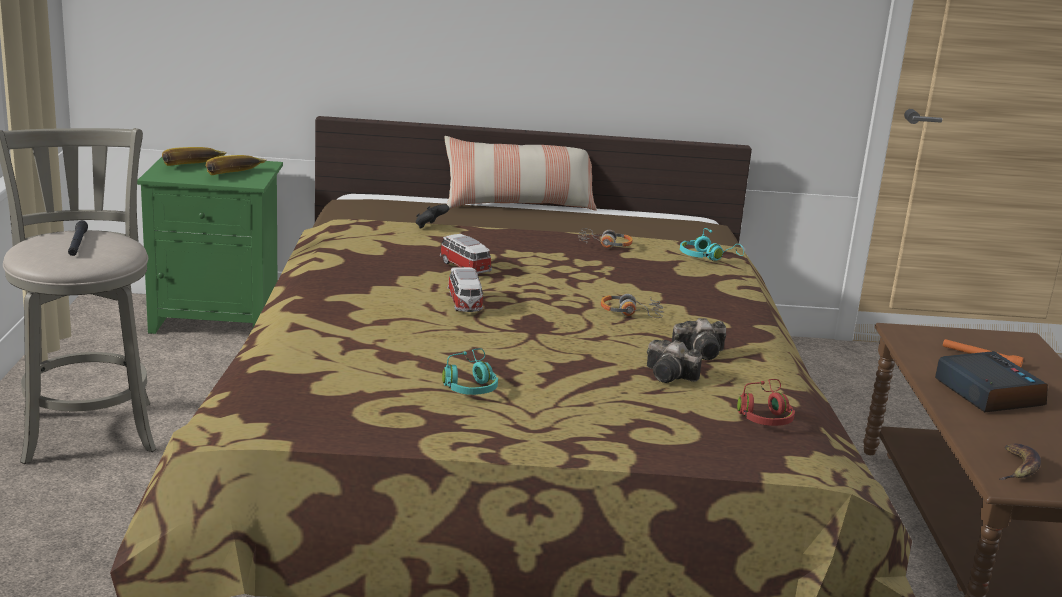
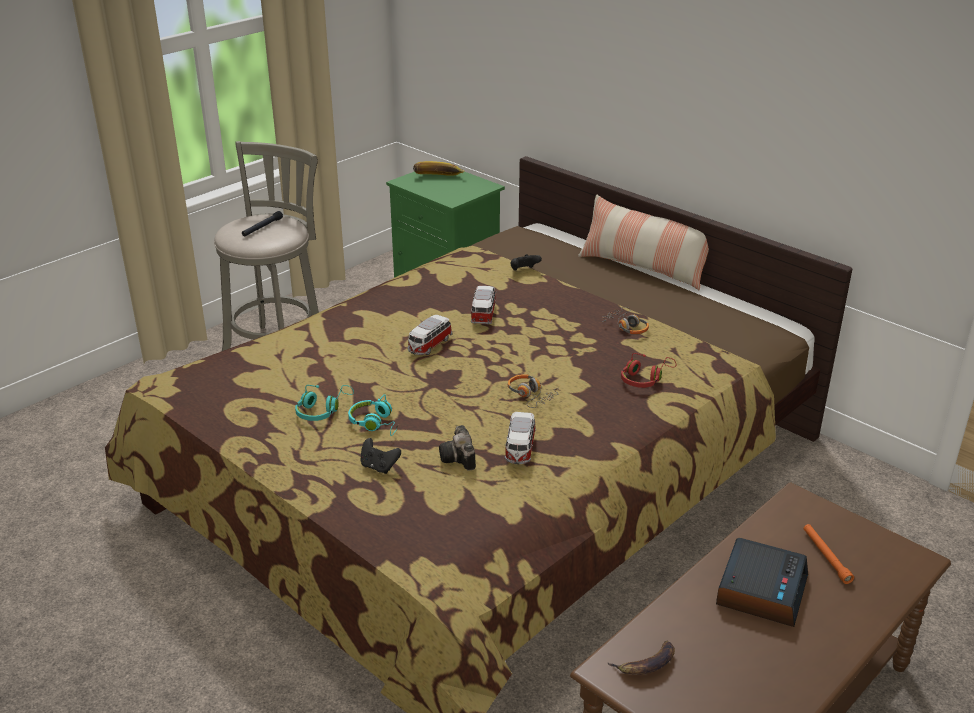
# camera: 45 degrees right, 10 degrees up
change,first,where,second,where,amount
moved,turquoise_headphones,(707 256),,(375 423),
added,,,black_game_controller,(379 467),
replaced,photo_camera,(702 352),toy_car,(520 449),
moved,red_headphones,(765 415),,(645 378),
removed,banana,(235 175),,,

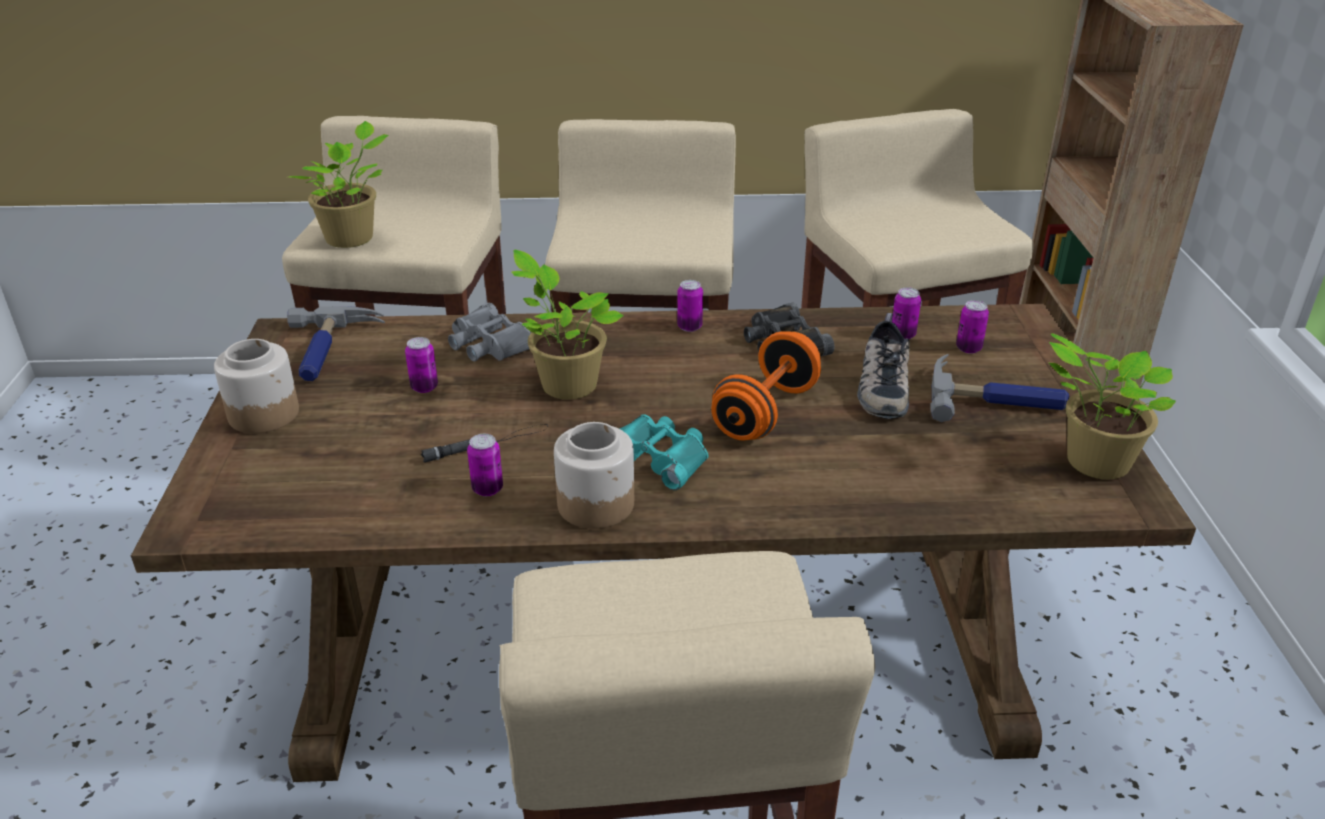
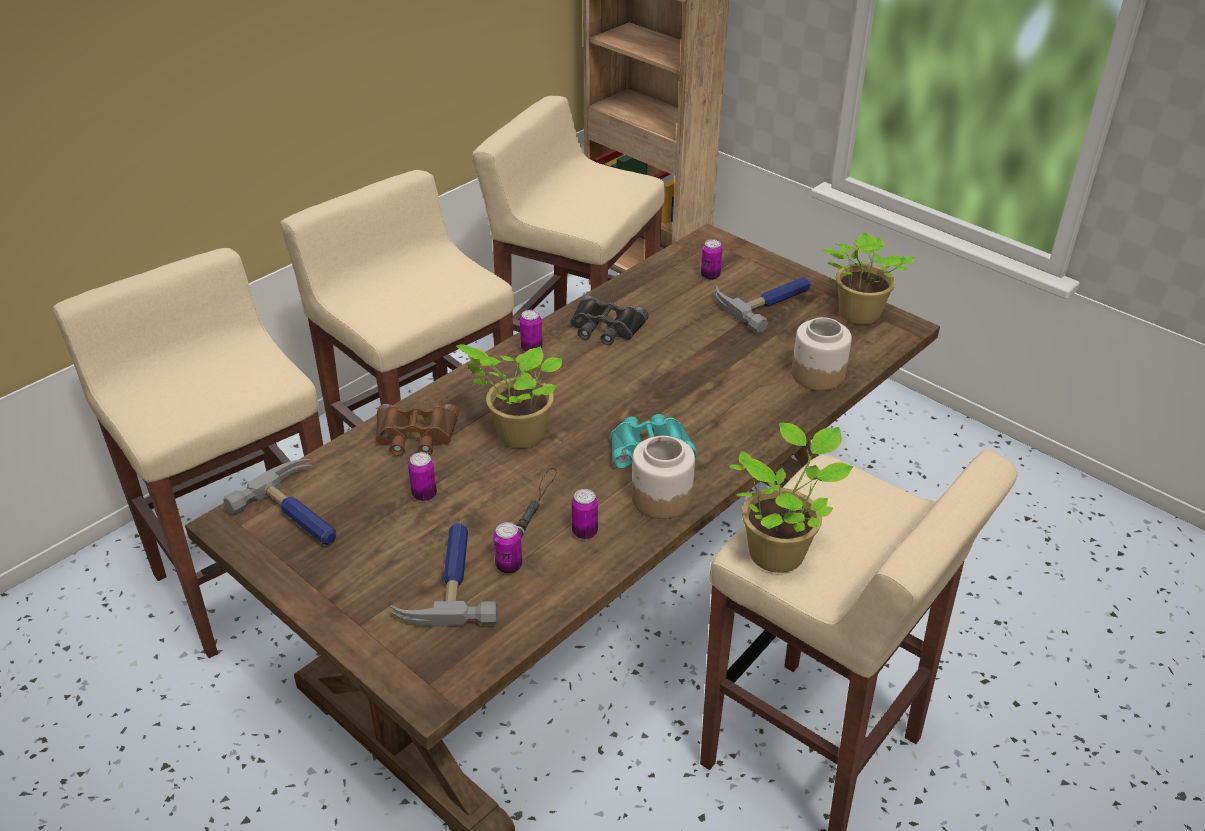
# camera: 45 degrees left, 5 degrees up
change,first,where,second,where,amount
recoloured,grey_binoculars,(490 343),brown_binoculars,(415 436),
added,,,hammer,(449 580),
moved,can,(903 335),,(509 566),
moved,potted_plant,(353 238),,(779 551),
moved,jar,(264 414),,(817 374),
removed,orange_dumbbell,(765 412),,,
removed,shoe,(881 385),,,

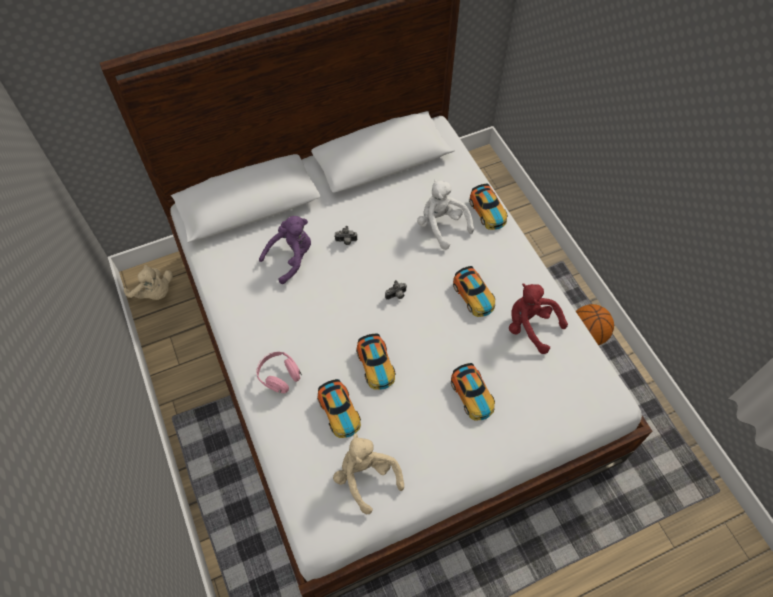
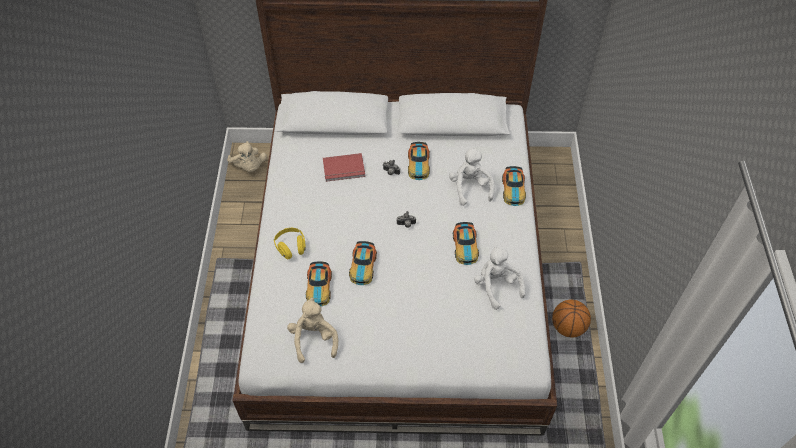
# camera: 25 degrees right, 5 degrees down
change,first,where,second,where,amount
recoloured,pink_headphones,(279 376),yellow_headphones,(291 247),
replaced,purple_plush_toy,(291 258),red_book,(344 169),
moved,toy_car,(472 395),,(418 165),
recoloured,red_plush_toy,(530 326),white_plush_toy,(496 286),

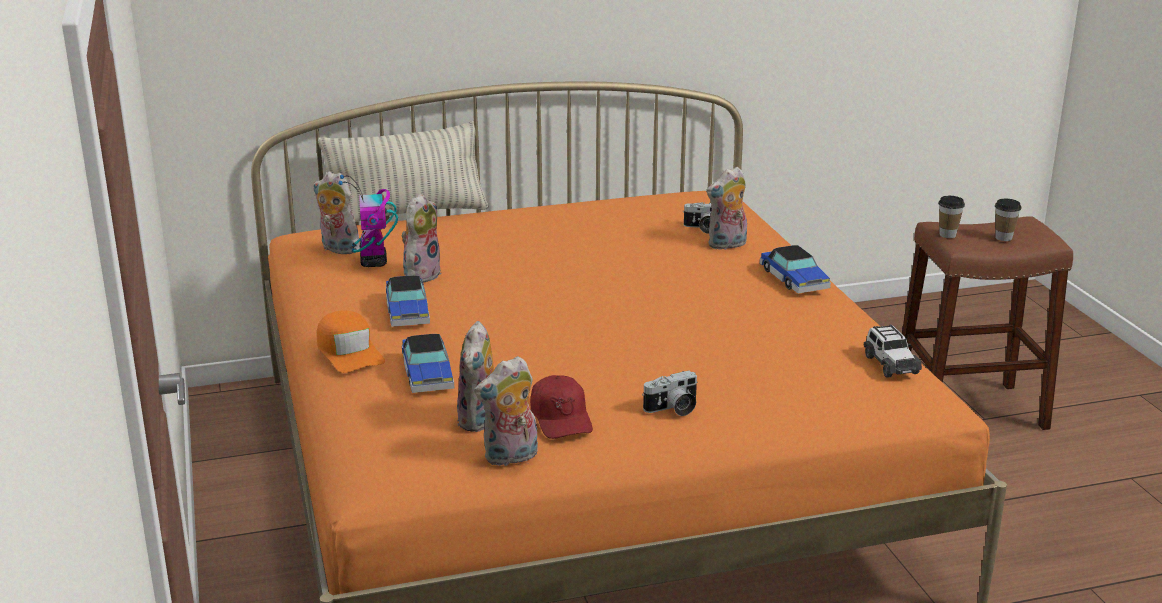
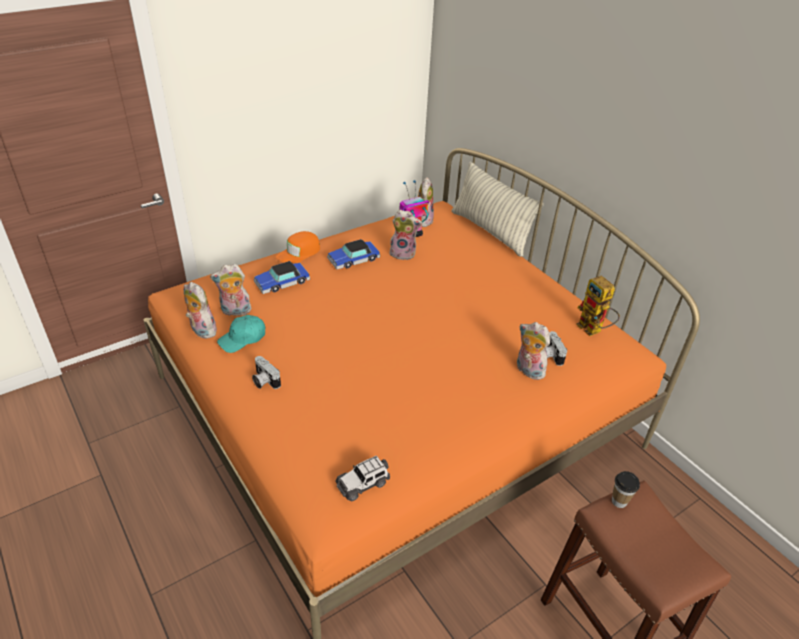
# camera: 70 degrees right, 15 degrees up
change,first,where,second,where,amount
recoloured,red_cap,(561 418),turquoise_cap,(242 339),
added,,,toy_robot,(594 330),
removed,toy_car,(793 279),,,
removed,cup,(1003 238),,,

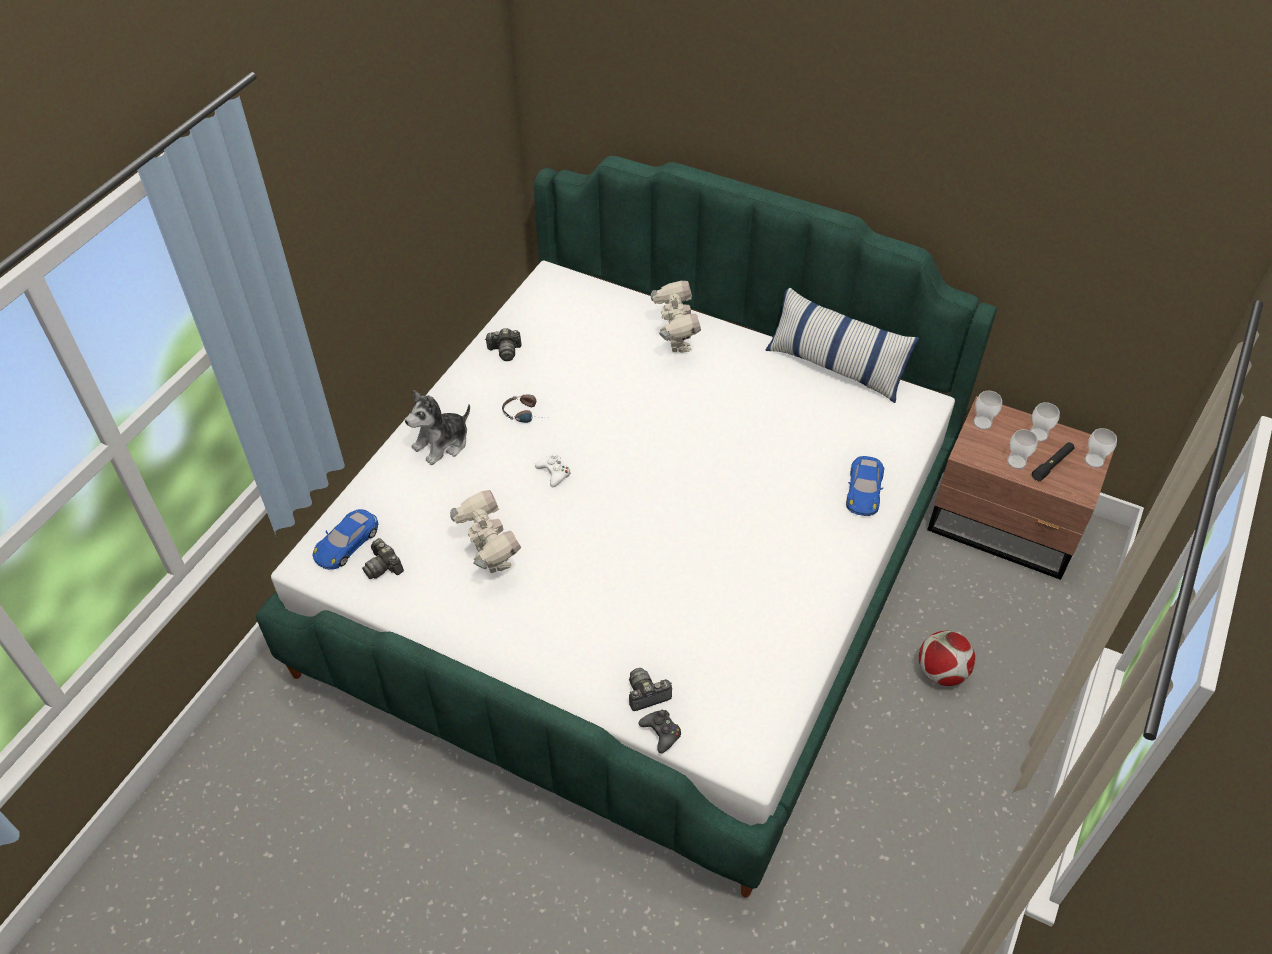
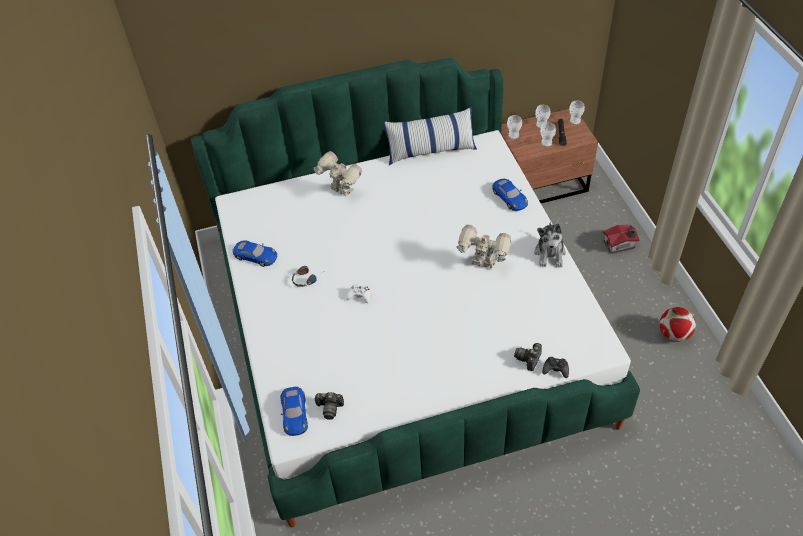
# camera: 40 degrees left, 0 degrees up
change,first,where,second,where,amount
replaced,photo_camera,(505 351),blue_toy_car,(255 256),
moved,toy_robot,(490 560),,(483 264),
moved,plush_toy,(442 443),,(550 253),
added,,,toy_house,(620 245),
moved,football,(941 672),,(674 334),

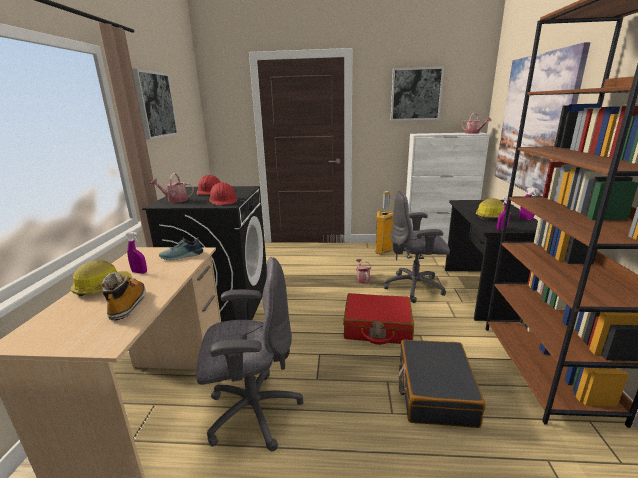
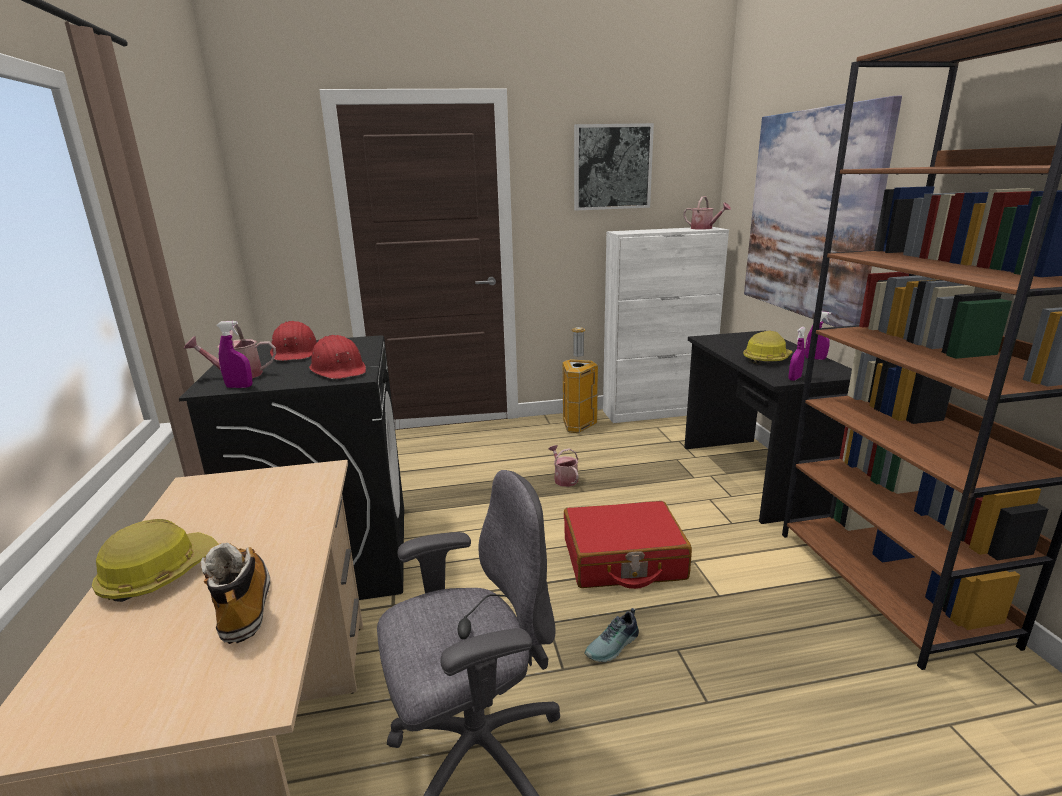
# camera: 15 degrees left, 0 degrees up
change,first,where,second,where,amount
moved,purple_spray_bottle,(139 272),,(239 387),
moved,shoe,(182 256),,(614 646),
removed,picture,(155 105),,,
removed,grey_office_chair,(415 287),,,
removed,black_suitcase,(434 391),,,

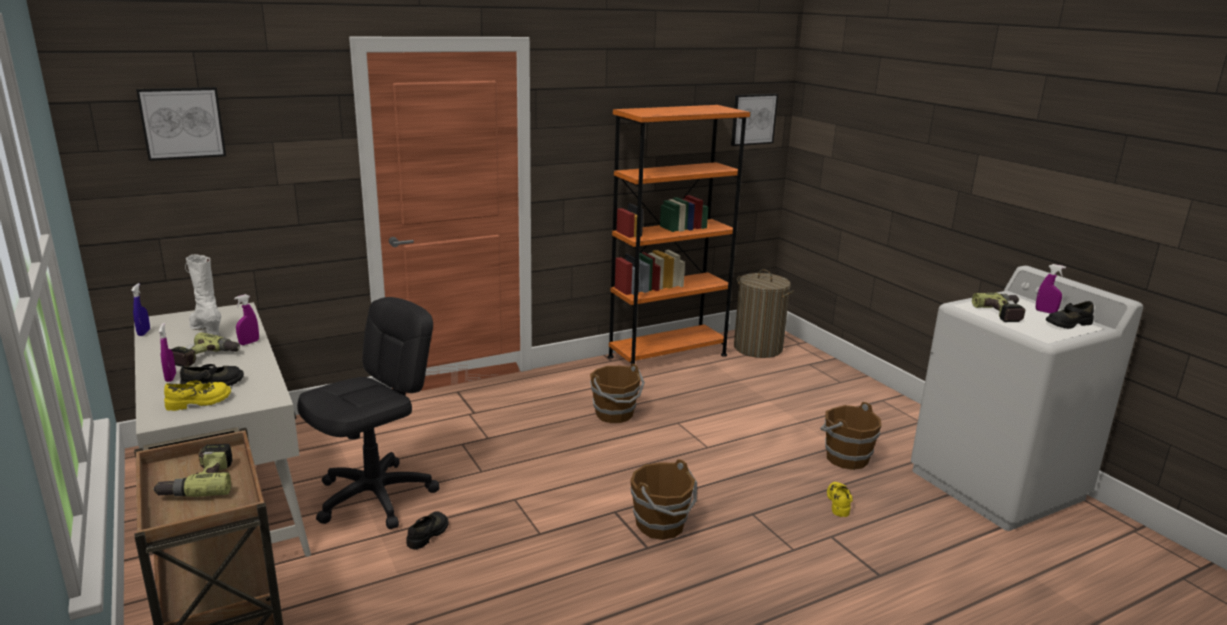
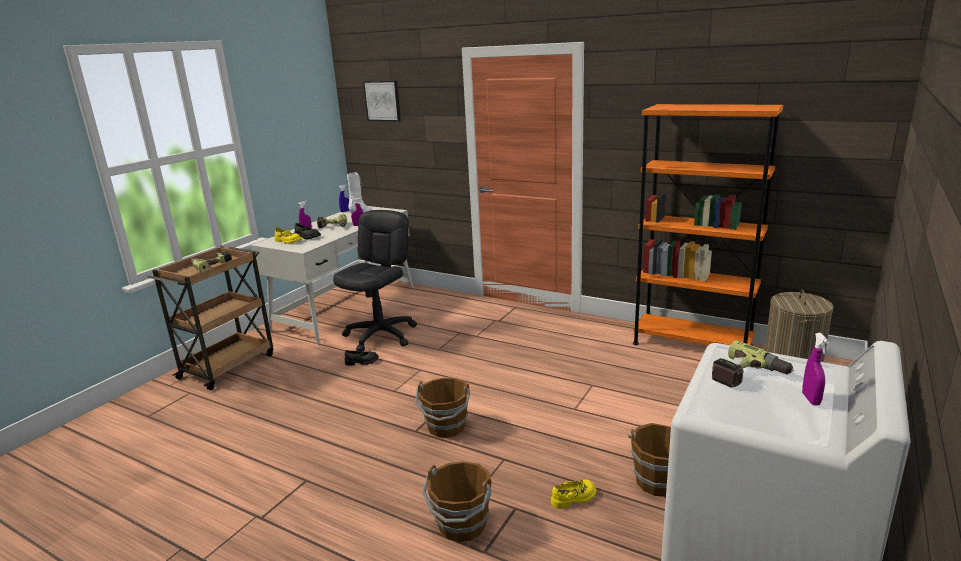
# camera: 60 degrees right, 0 degrees up
change,first,where,second,where,amount
turned,black_office_chair,(375 497),,(381 335),75 degrees counterclockwise
moved,brown_bucket,(615 414),,(462 525),
removed,picture,(753 119),,,
removed,black_shoe,(1068 323),,,

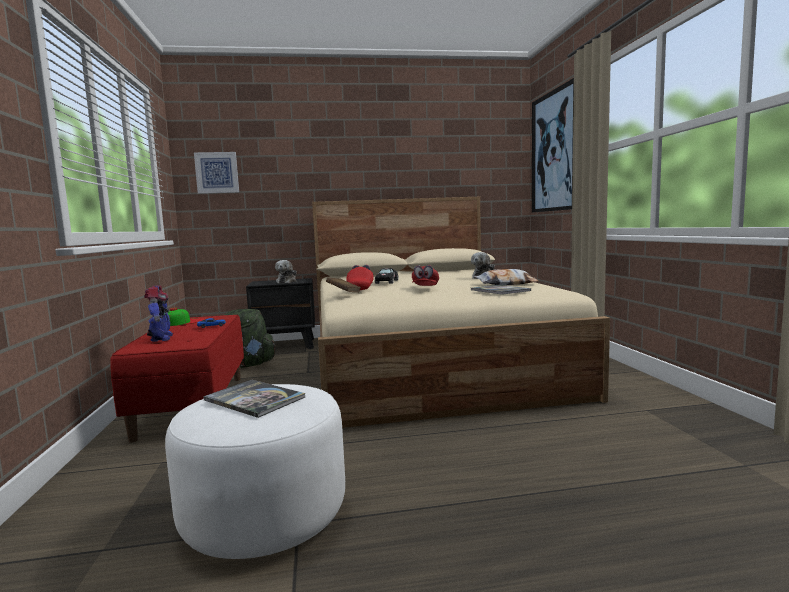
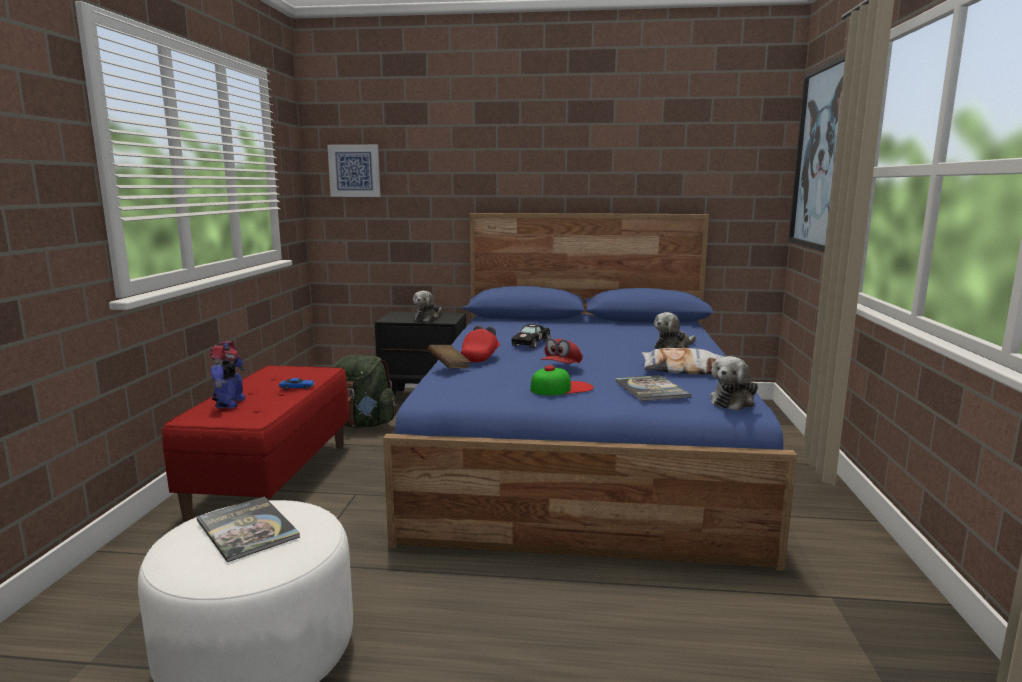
# camera: 15 degrees right, 5 degrees up
change,first,where,second,where,amount
recoloured,beige_bed,(428 361),blue_bed,(582 453),
moved,cap,(184 322),,(561 388),
added,,,plush_toy,(733 401),

